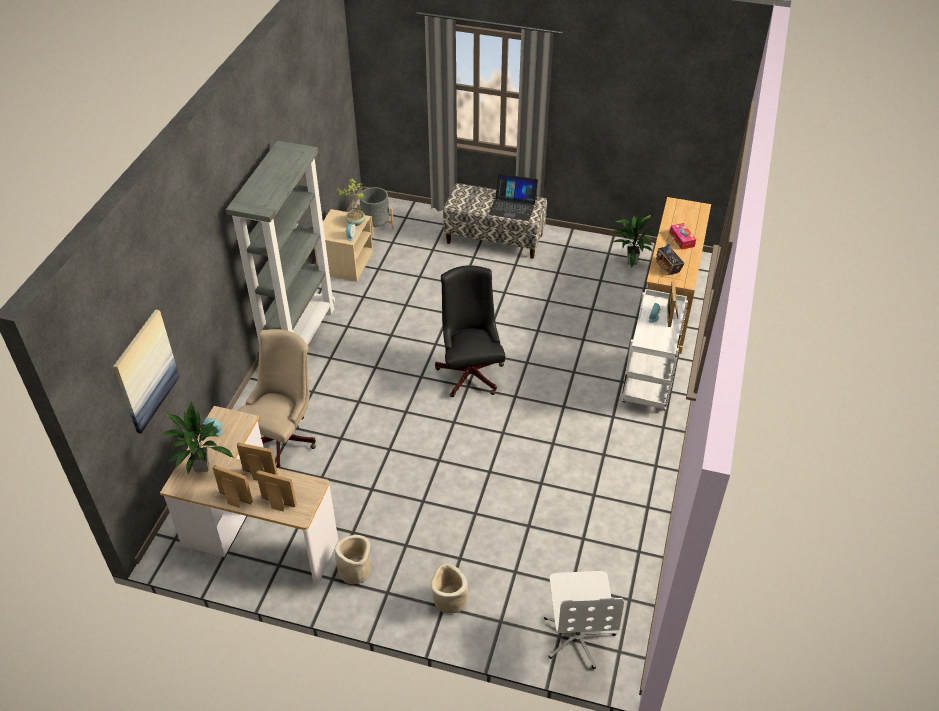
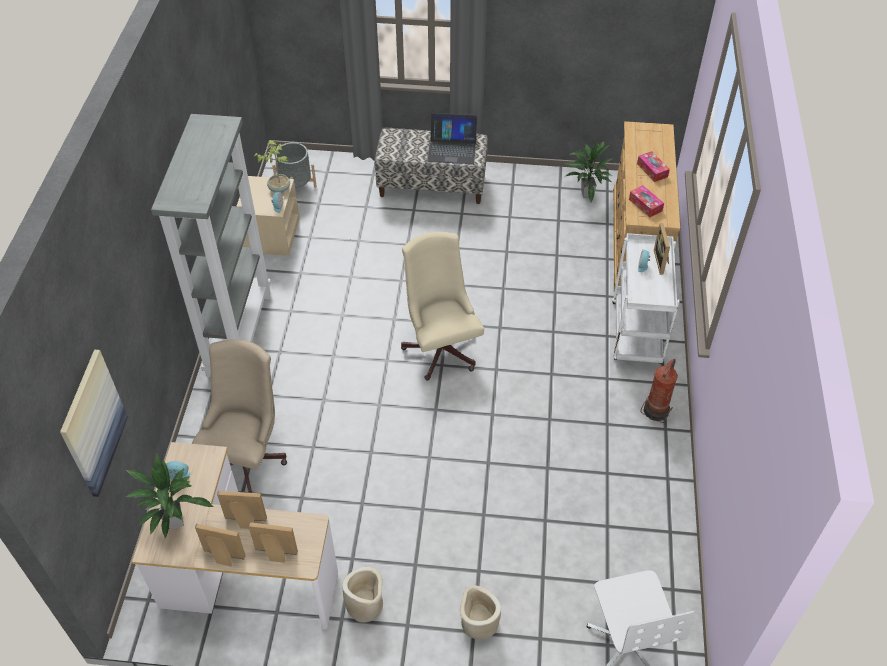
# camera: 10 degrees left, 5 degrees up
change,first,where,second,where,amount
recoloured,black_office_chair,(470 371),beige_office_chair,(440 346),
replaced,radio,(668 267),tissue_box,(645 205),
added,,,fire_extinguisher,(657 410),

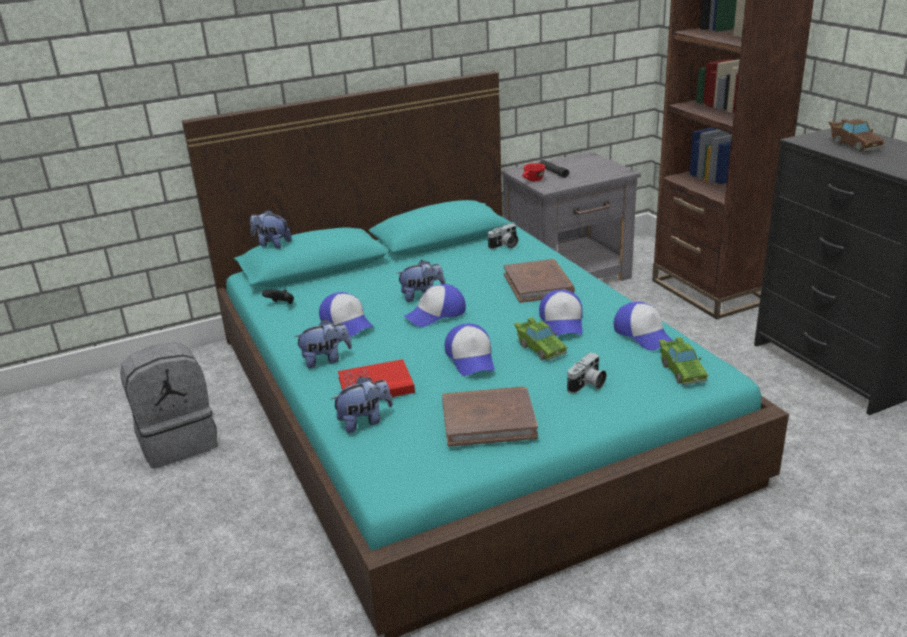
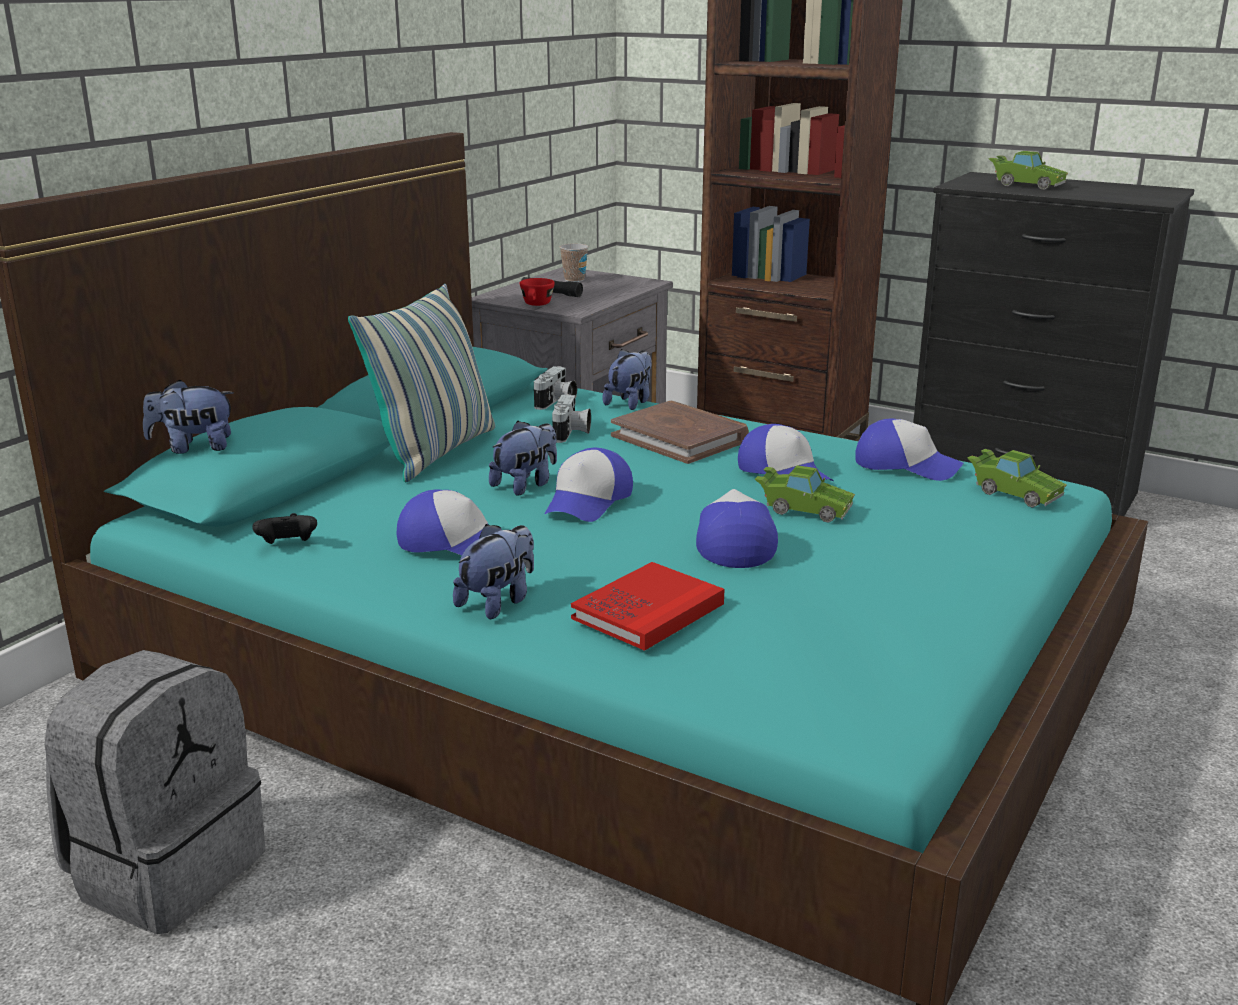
# camera: 35 degrees left, 5 degrees down
change,first,where,second,where,amount
added,,,pillow,(435 452),
moved,photo_camera,(587 385),,(571 433),
added,,,cup,(574 280),
moved,plush_toy,(364 421),,(630 403),
turned,cap,(471 358),,(733 542),135 degrees counterclockwise
recoloured,brown_toy_car,(853 145),green_toy_car,(1025 185),
removed,brown_book,(488 420),,,

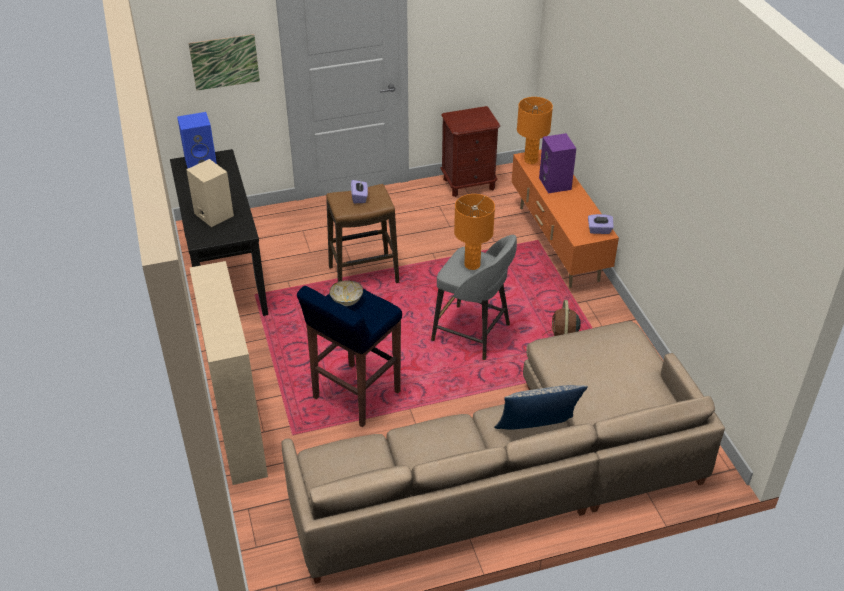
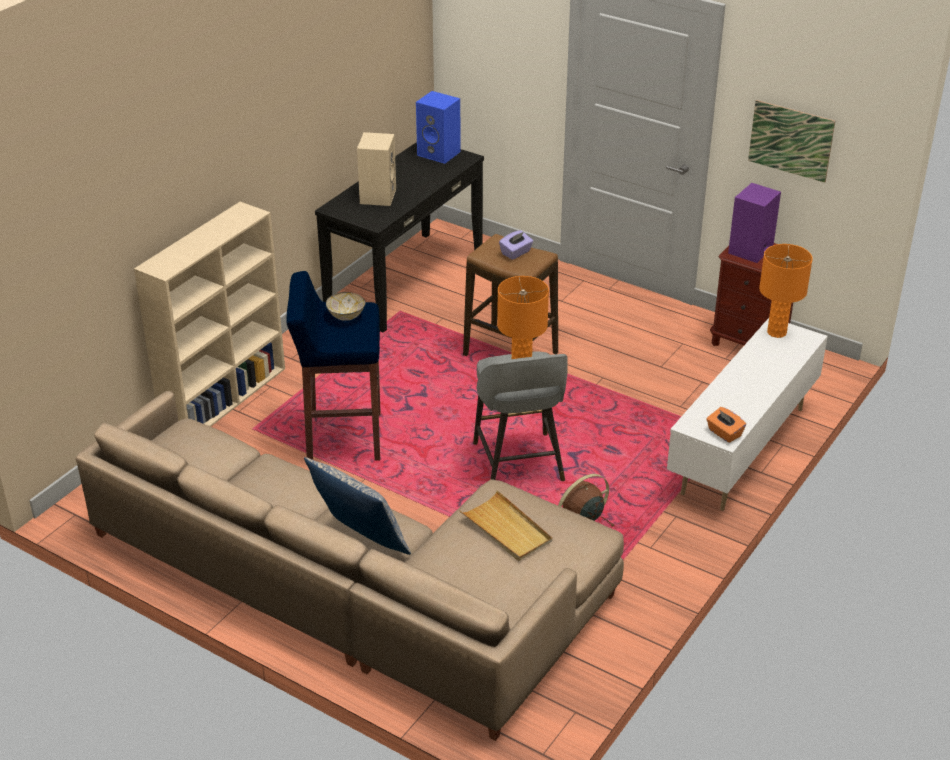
# camera: 50 degrees right, 5 degrees down
change,first,where,second,where,amount
added,,,beige_tray,(506 529),
recoloured,orange_tv_stand,(557 244),white_tv_stand,(741 450),
recoloured,purple_tissue_box,(599 230),orange_tissue_box,(724 433),
moved,purple_speaker,(556 184),,(751 251),
moved,picture,(224 62),,(791 140),

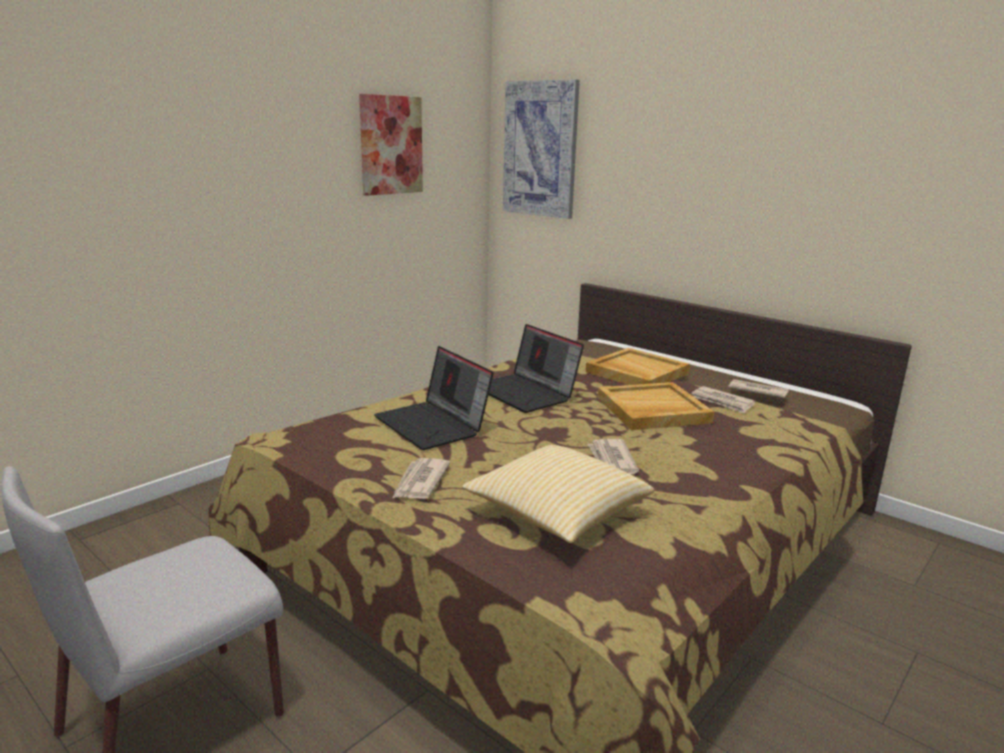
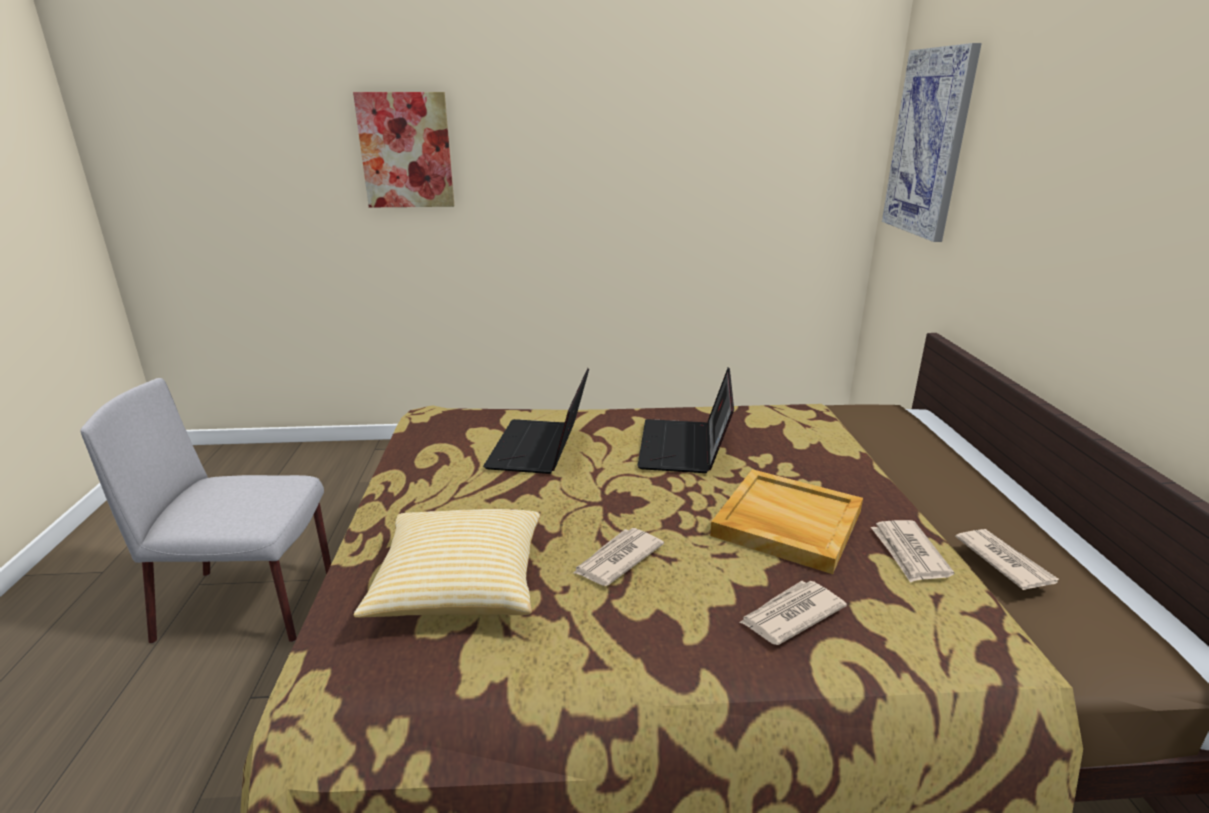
# camera: 45 degrees right, 5 degrees up
change,first,where,second,where,amount
moved,picture,(391 145),,(406 150),
moved,newspaper,(420 482),,(790 615),
removed,beige_tray,(636 372),,,

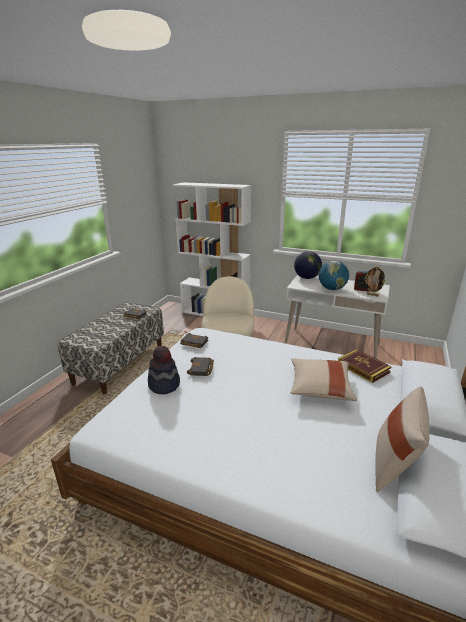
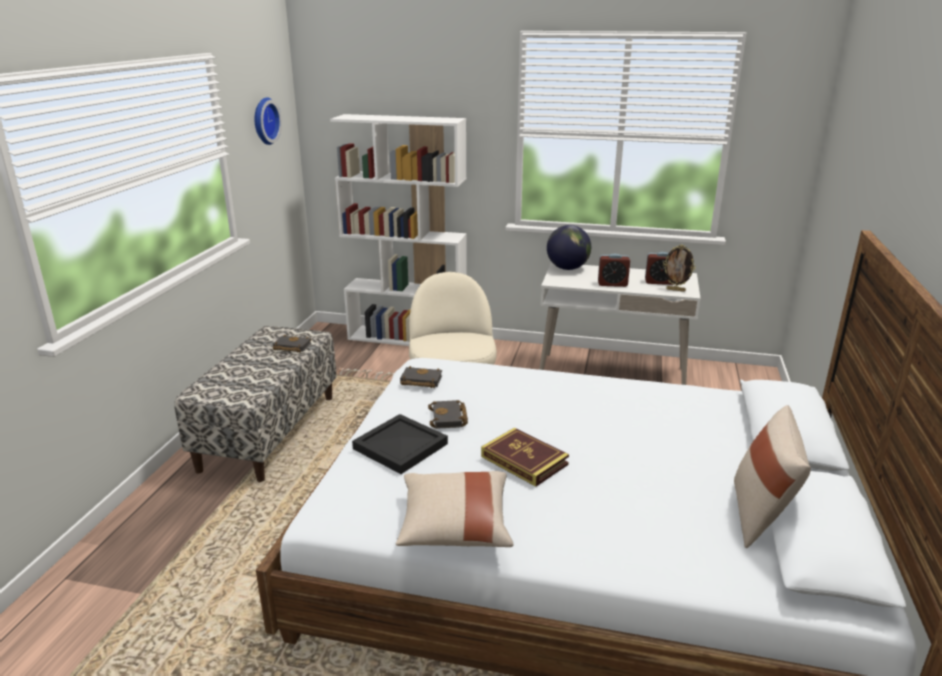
# camera: 10 degrees left, 0 degrees up
change,first,where,second,where,amount
added,,,wall_clock,(264 121),
replaced,hat,(164 384),black_tray,(400 445),
moved,beige_pillow,(320 388),,(455 526),
moved,book,(363 368),,(524 460),
replaced,globe,(332 289),alarm_clock,(612 284),

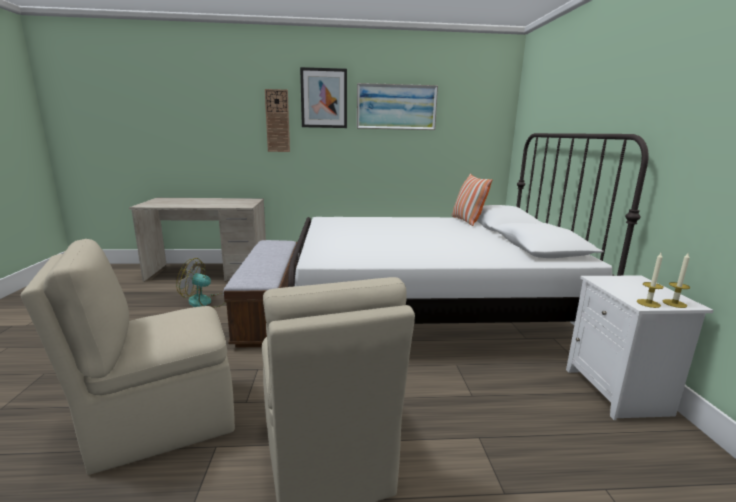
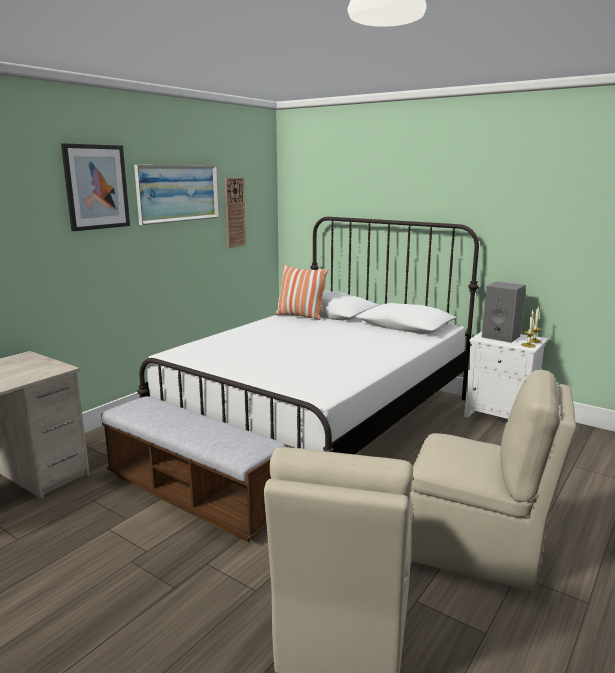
# camera: 50 degrees left, 0 degrees up
change,first,where,second,where,amount
moved,wall_clock,(277 121),,(234 212),
added,,,grey_speaker,(502 337),
removed,fan,(205 302),,,

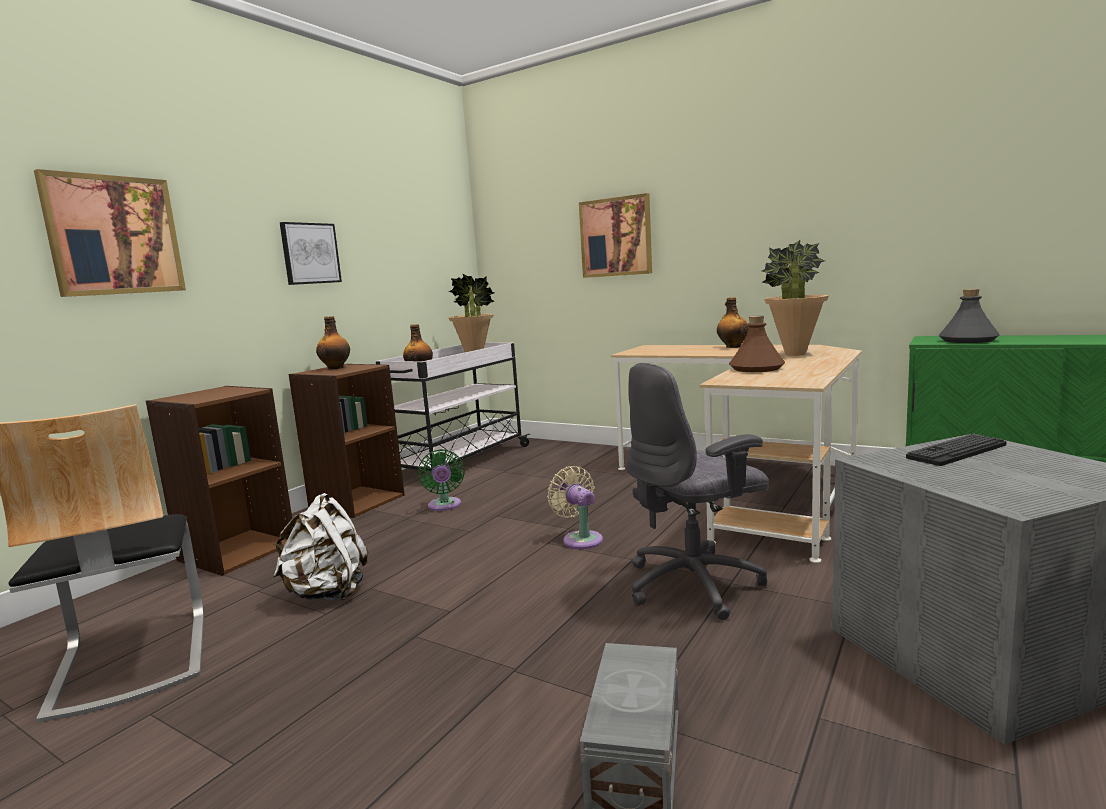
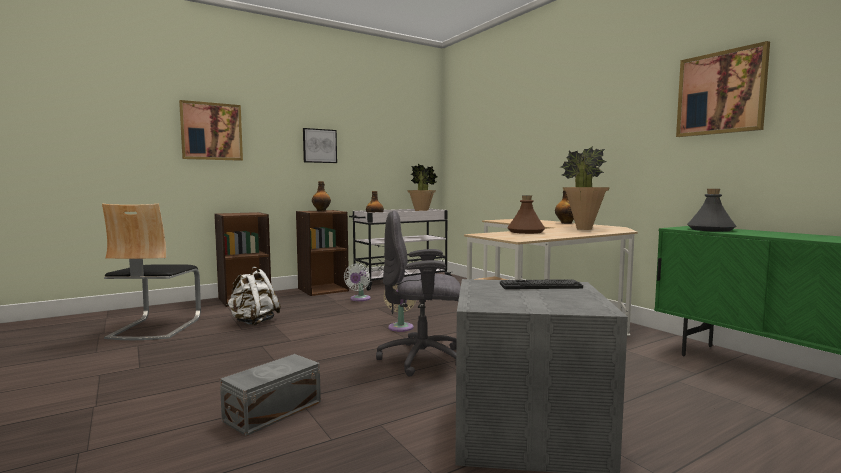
# camera: 25 degrees right, 5 degrees down
change,first,where,second,where,amount
recoloured,green_fan,(444 506),white_fan,(359 299),
moved,picture,(616 237),,(721 93),

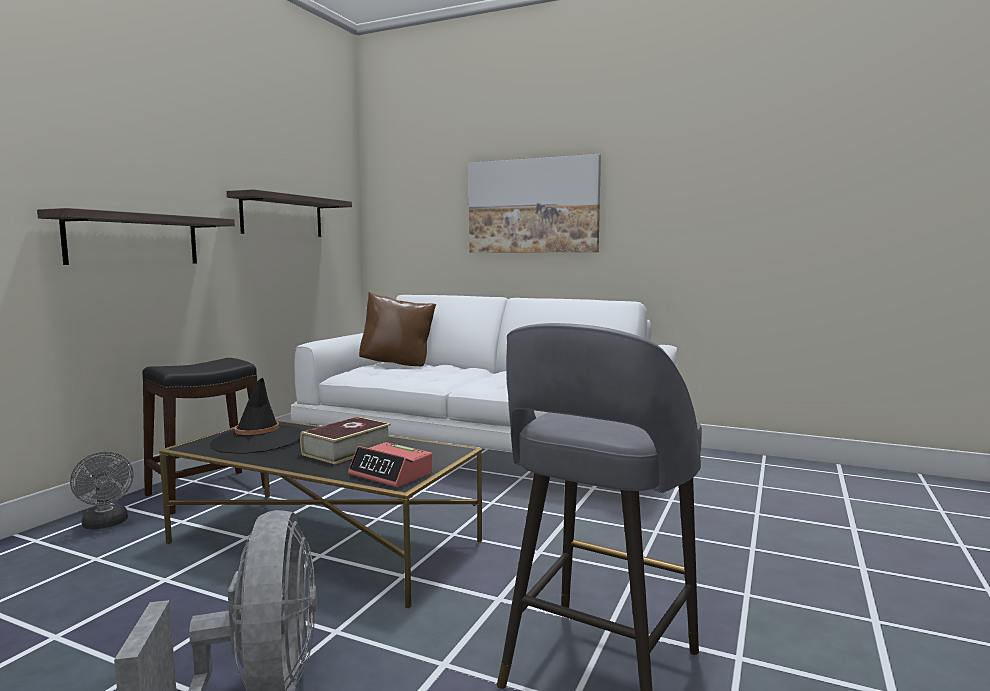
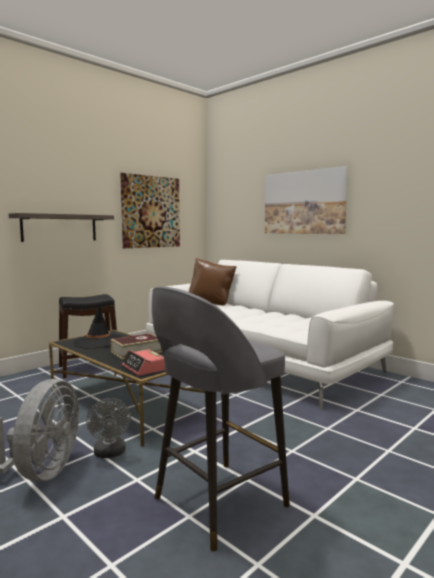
# camera: 20 degrees right, 0 degrees up
change,first,where,second,where,amount
moved,grey_fan,(106 524),,(110 453),
replaced,shelf,(282 216),picture,(151 212),

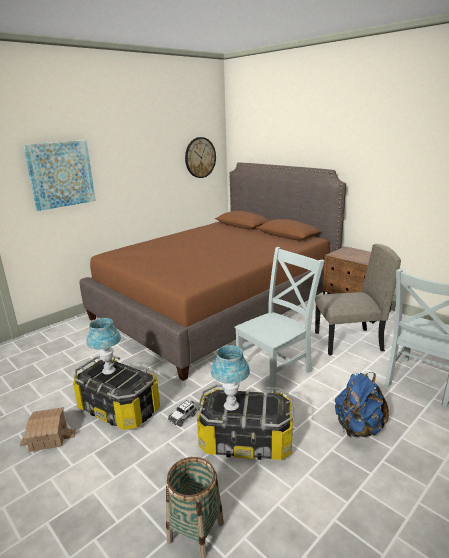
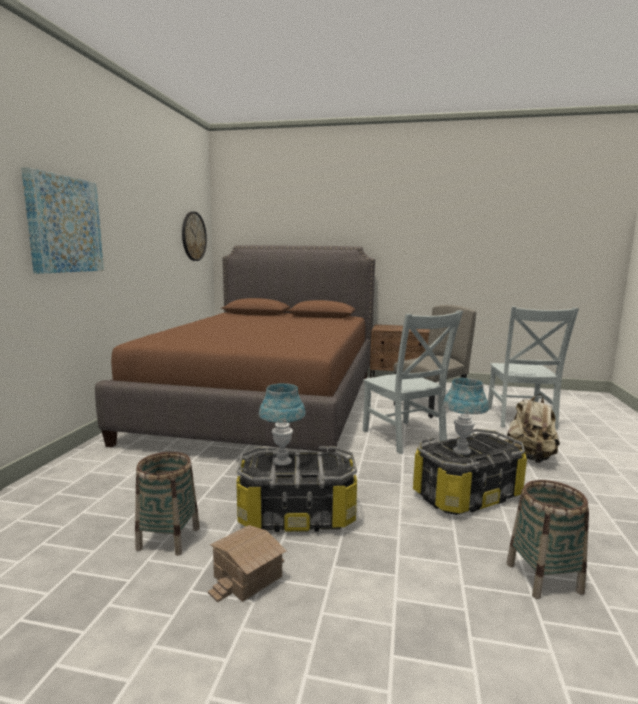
# camera: 35 degrees left, 10 degrees down
change,first,where,second,where,amount
added,,,basket,(168 538),
turned,grey_chair,(276 369),,(405 438),135 degrees clockwise
recoloured,blue_backpack,(358 428),beige_backpack,(529 458),
removed,toy_car,(183 417),,,

